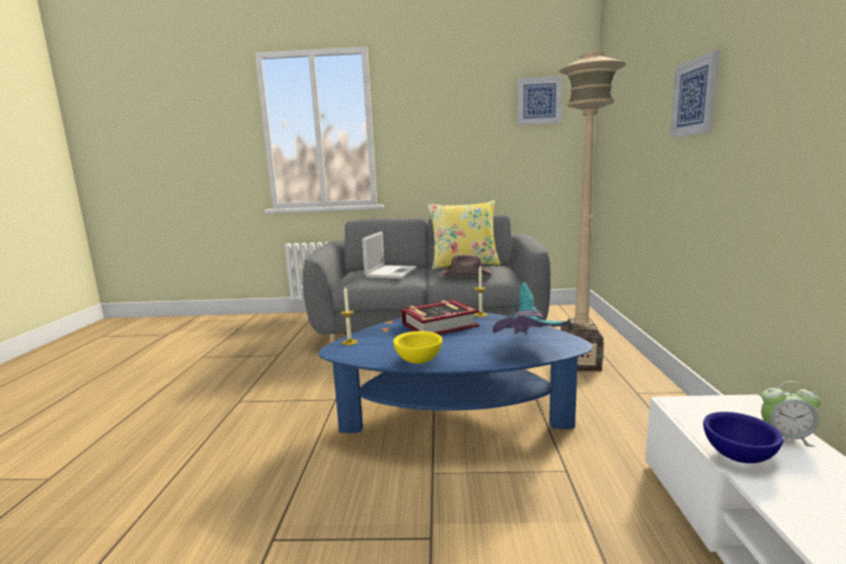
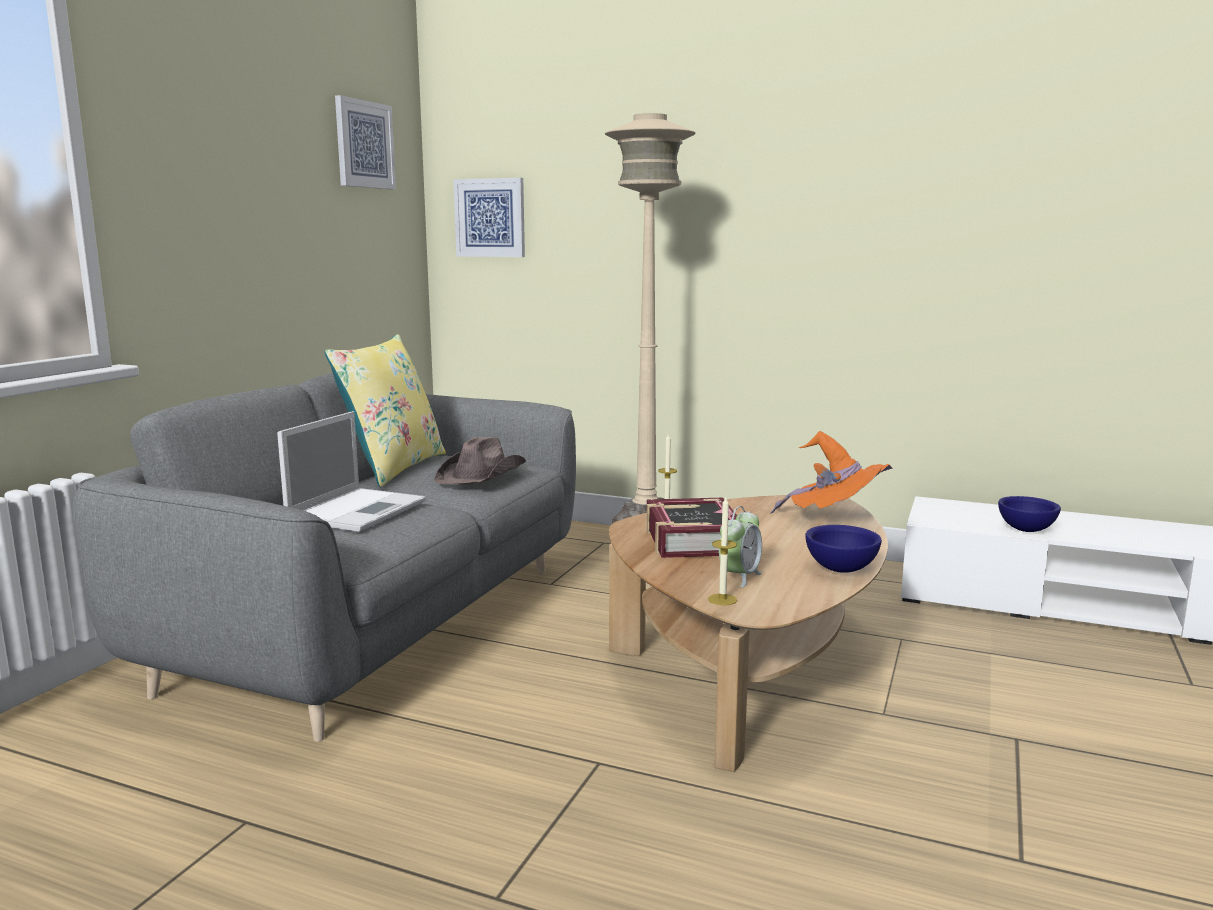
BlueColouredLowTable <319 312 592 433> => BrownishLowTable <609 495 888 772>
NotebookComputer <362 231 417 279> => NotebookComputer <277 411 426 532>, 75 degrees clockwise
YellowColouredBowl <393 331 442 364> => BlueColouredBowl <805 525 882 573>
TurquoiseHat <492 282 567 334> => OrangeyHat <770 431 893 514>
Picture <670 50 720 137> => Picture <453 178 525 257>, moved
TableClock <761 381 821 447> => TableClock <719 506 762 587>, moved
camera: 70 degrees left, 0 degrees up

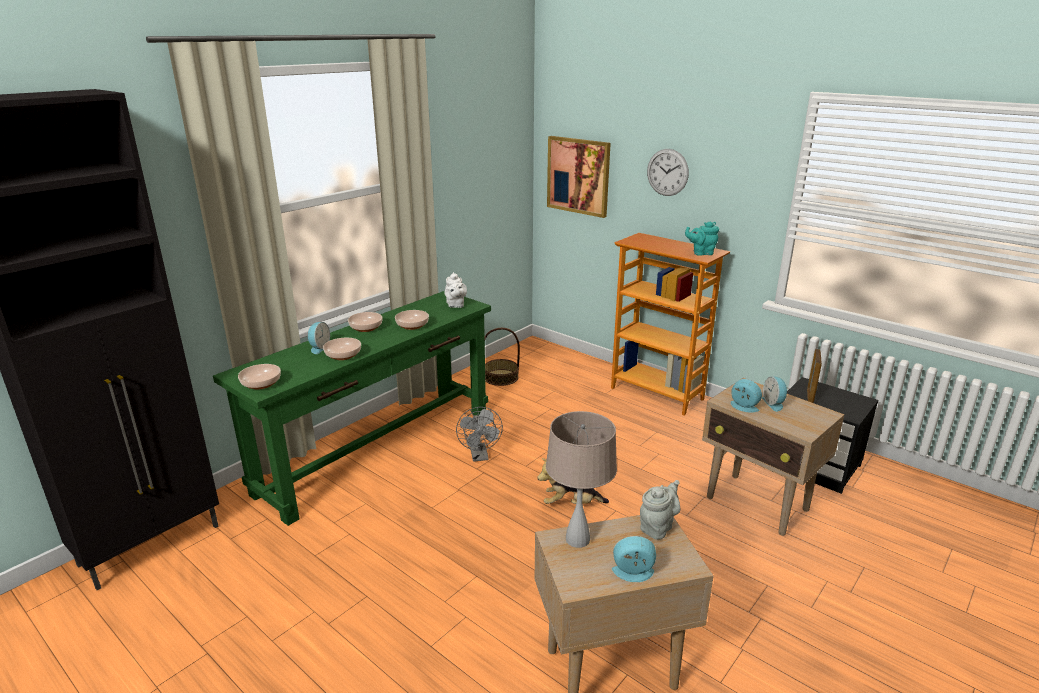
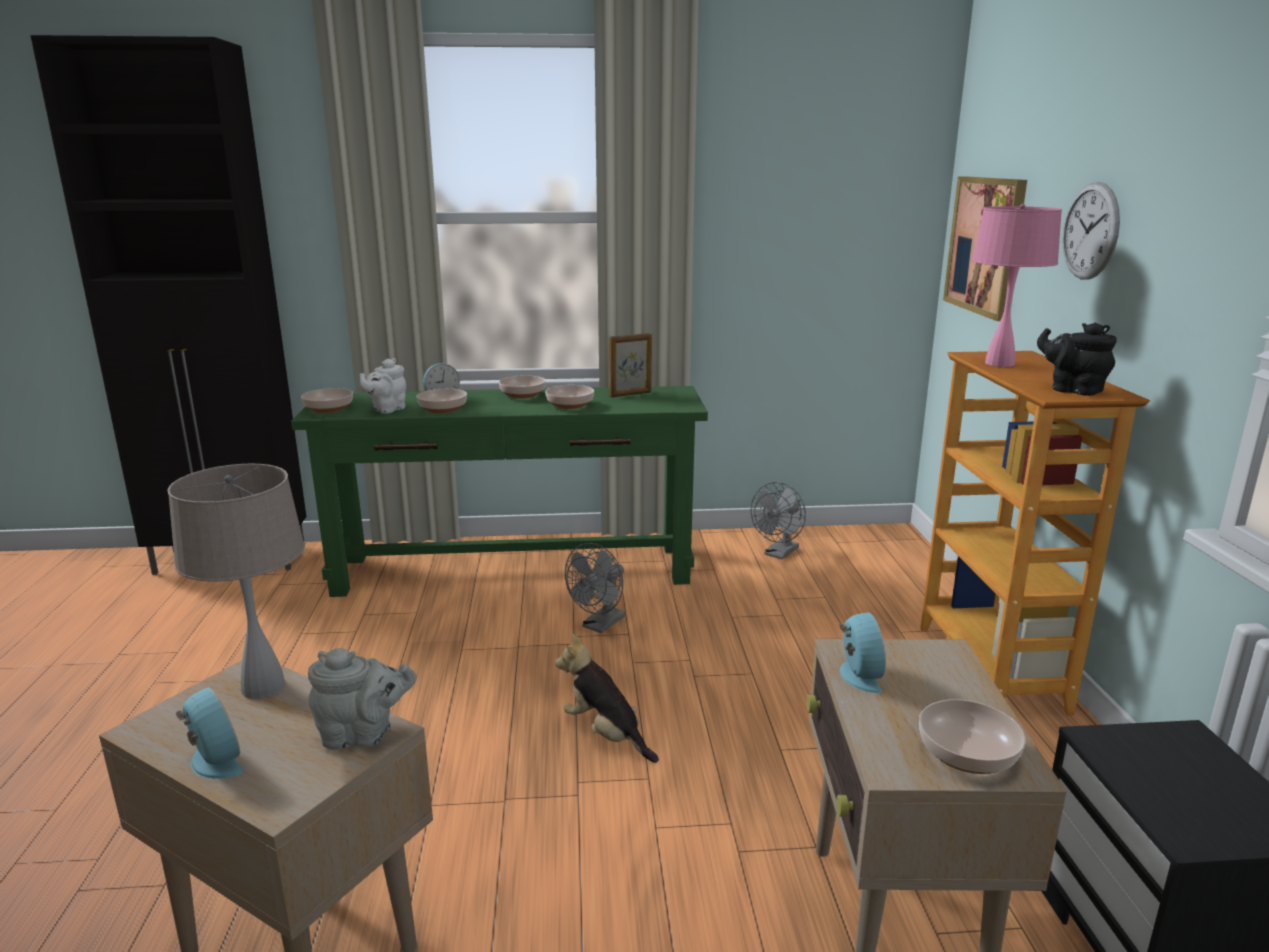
WhitishTeapot <444 272 467 308> => WhitishTeapot <360 358 406 413>, moved
Basket <485 328 520 386> => GrayCoolingFan <751 482 806 559>
TurquoiseTeapot <685 222 719 256> => BlackColouredTeapot <1037 322 1117 396>
TableClock <762 376 789 412> => nothing
StandingFrame <807 349 822 403> => StandingFrame <609 333 652 397>, moved
nothing => Bowl <919 699 1026 774>
nothing => PinkColouredTabletopLamp <972 204 1062 367>
camera: 45 degrees right, 5 degrees down

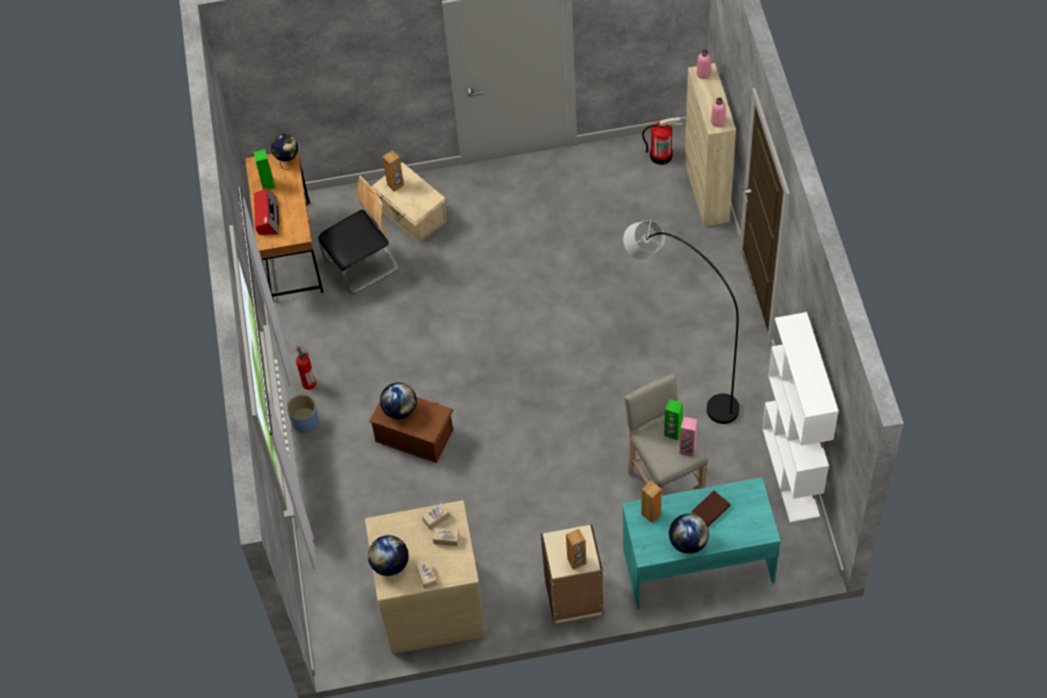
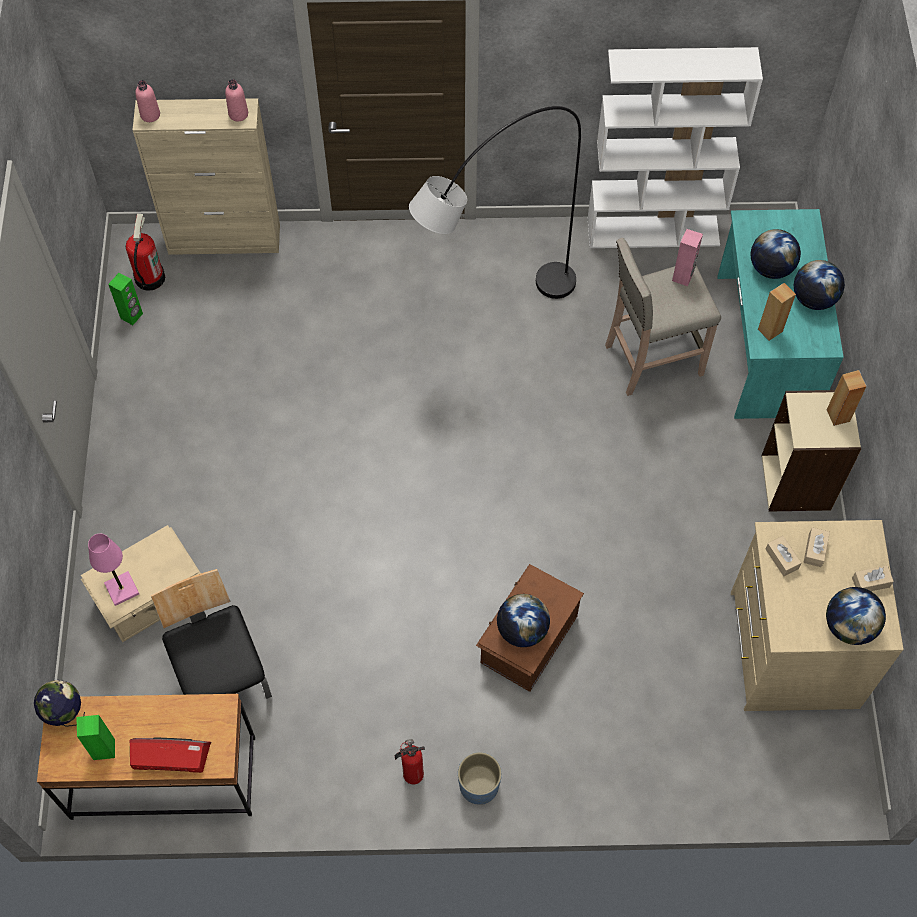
BrownishSpeaker <383 150 404 192> => PinkColouredTabletopLamp <88 533 139 606>
GreenishSpeaker <664 399 683 440> => GreenishSpeaker <108 273 143 325>, moved
BrownishBoundBook <692 491 731 527> => DeskGlobe <751 229 801 279>
camera: 85 degrees left, 5 degrees up

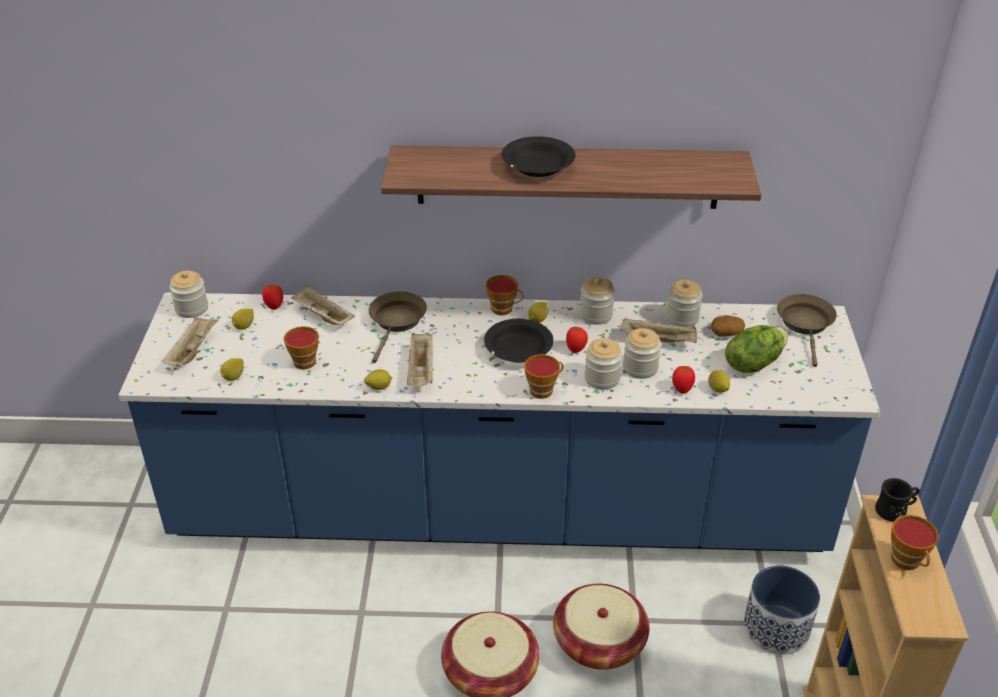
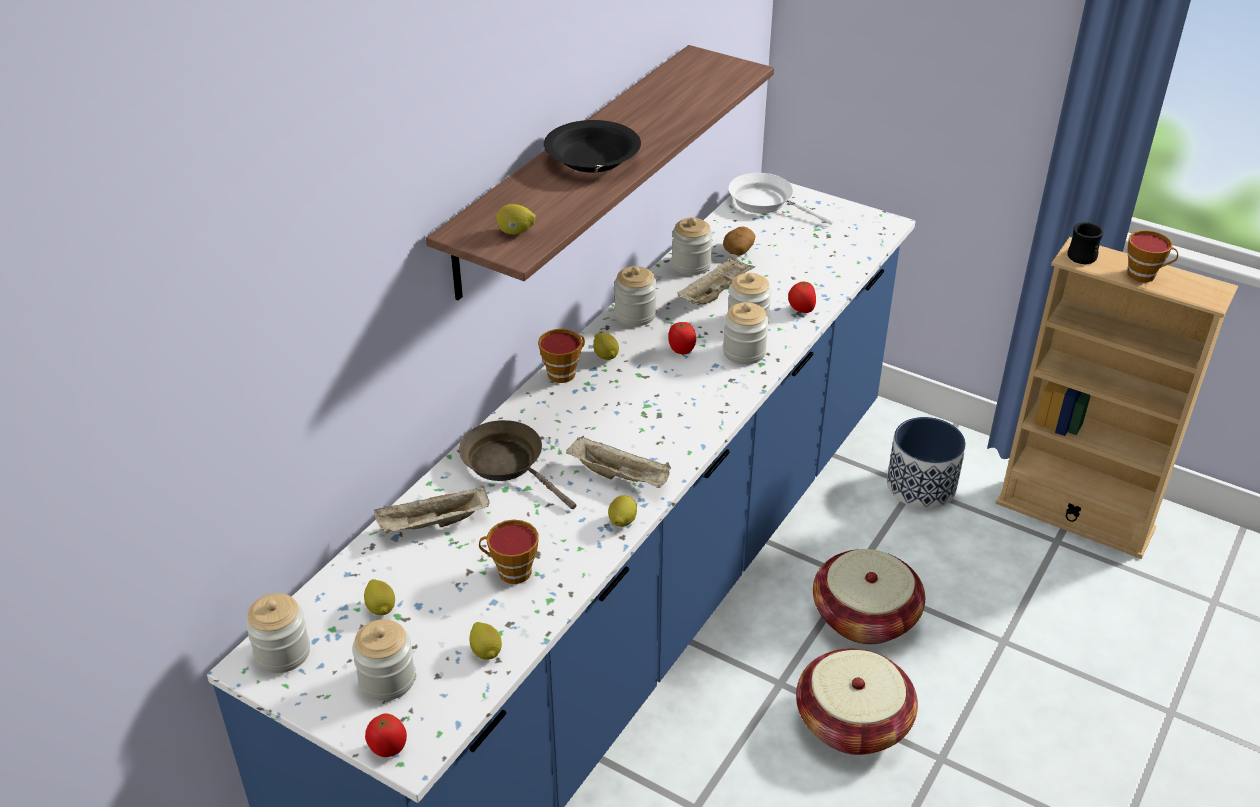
SandColouredTray <162 317 218 367> => StorageJar <352 619 415 701>
Tomato <262 285 283 310> => Tomato <365 714 407 757>, moved
BlackColouredBowl <484 319 554 363> => nothing
DrinkingCup <524 354 563 399> => nothing
WholeLemon <708 370 730 393> => WholeLemon <496 204 536 235>, moved
HeadOfLettuce <725 325 788 373> => nothing
BrownishFryingPan <777 294 837 367> => WhitishFryingPan <728 173 833 225>
camera: 60 degrees left, 0 degrees up

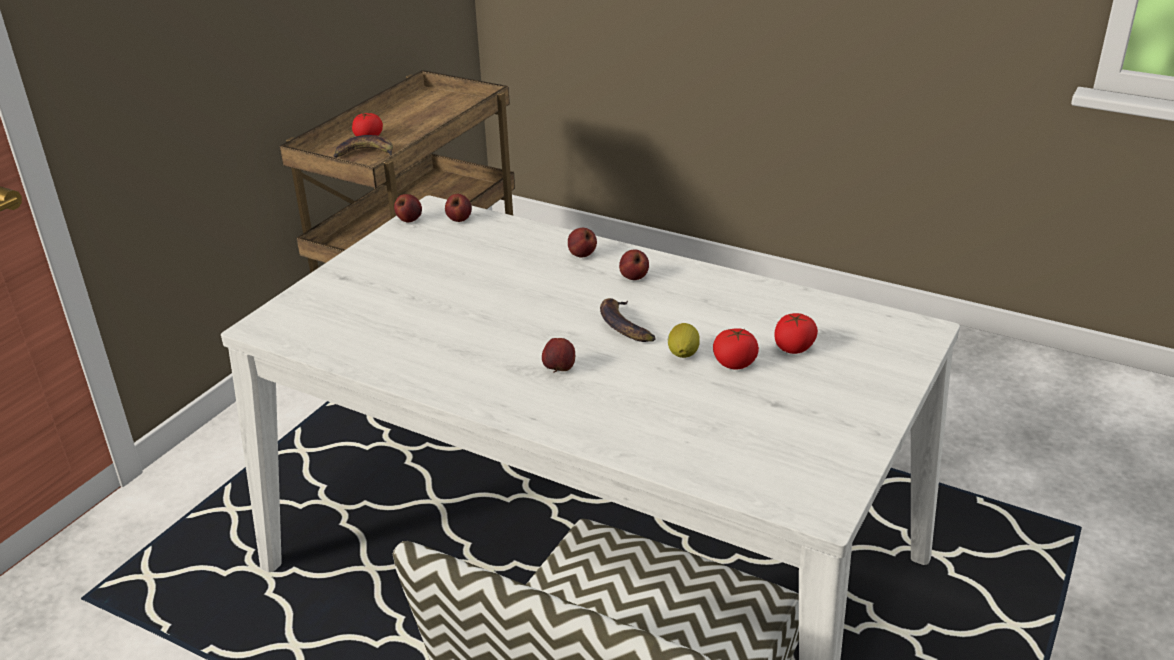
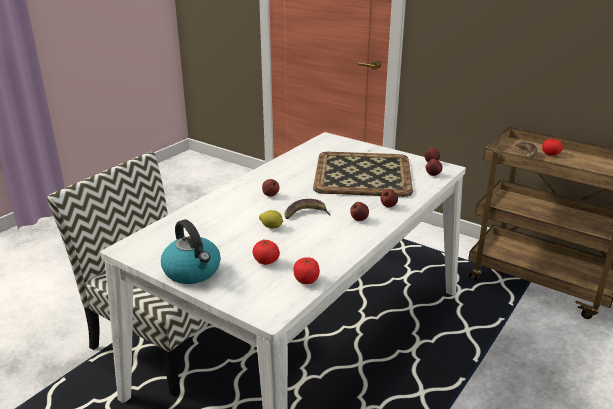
Tomato <713 328 759 370> => Tomato <293 258 320 284>, moved
nothing => WaterKettle <161 219 221 284>
nothing => Tray <313 152 413 197>
camera: 95 degrees right, 5 degrees down

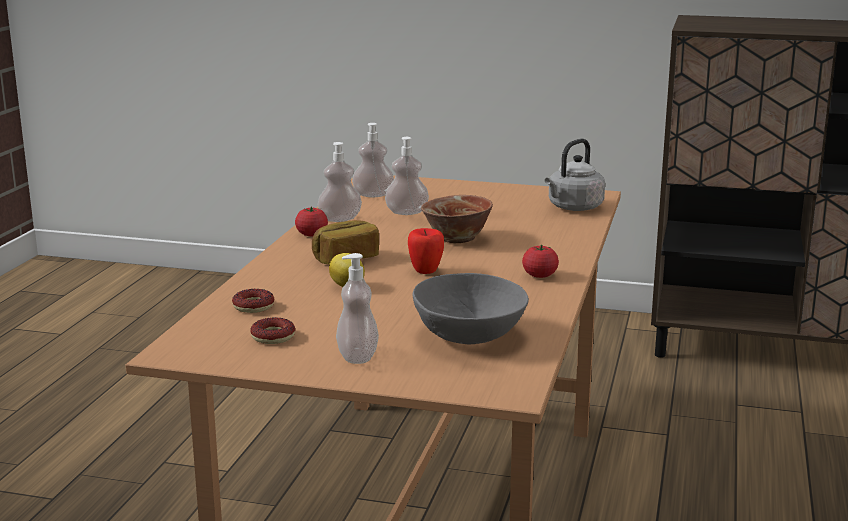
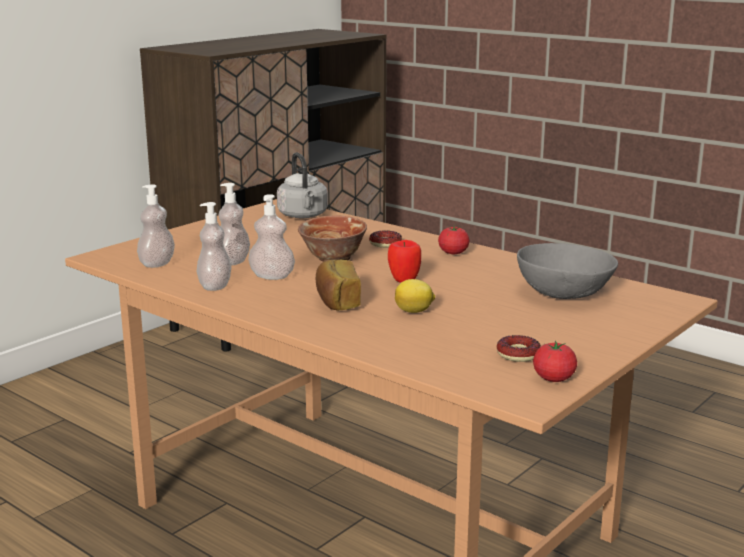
RingDoughnut <232 289 274 313> => RingDoughnut <369 230 402 248>, moved
Tomato <295 207 328 236> => Tomato <533 341 577 382>, moved
SoapBottle <336 253 379 364> => SoapBottle <248 194 295 280>, moved
camera: 65 degrees left, 0 degrees up

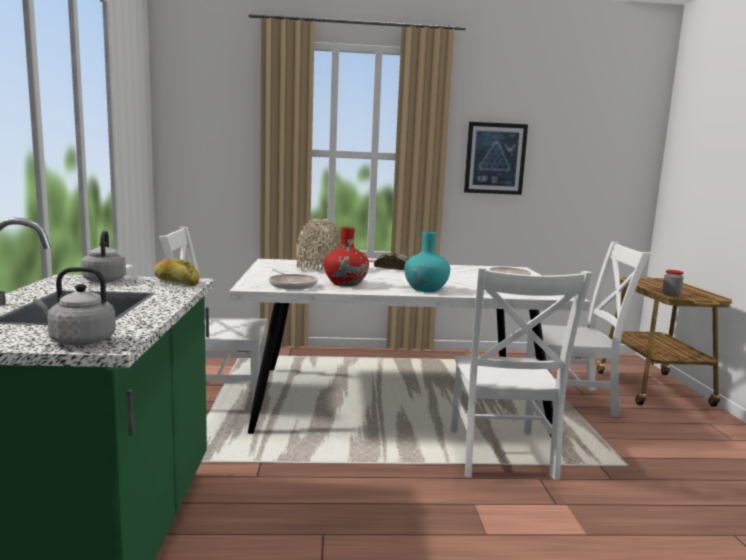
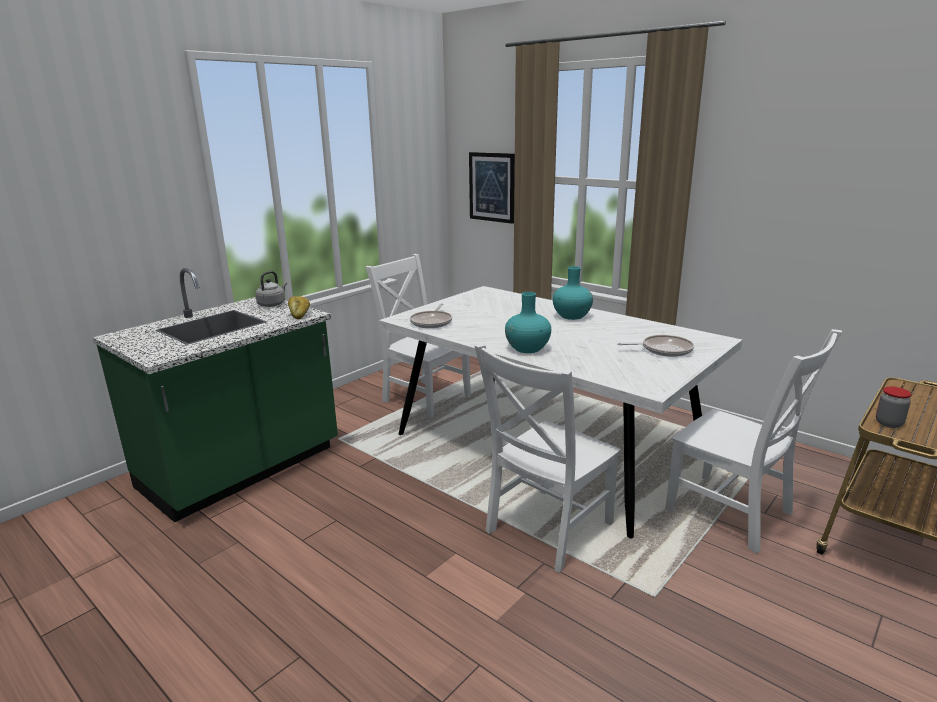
GrayWaterKettle <33 267 116 346> => nothing
SandColouredDecorativeVase <296 219 341 272> => nothing
ReddishDecorativeVase <324 227 369 286> => nothing
BakedBread <374 253 409 270> => TurquoiseDecorativeVase <553 266 593 320>
Picture <464 122 528 195> => Picture <469 152 515 224>, moved
camera: 45 degrees right, 10 degrees up

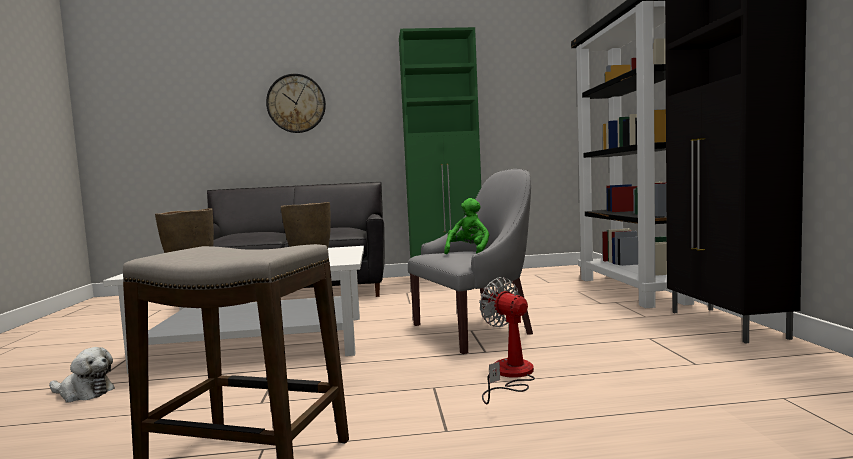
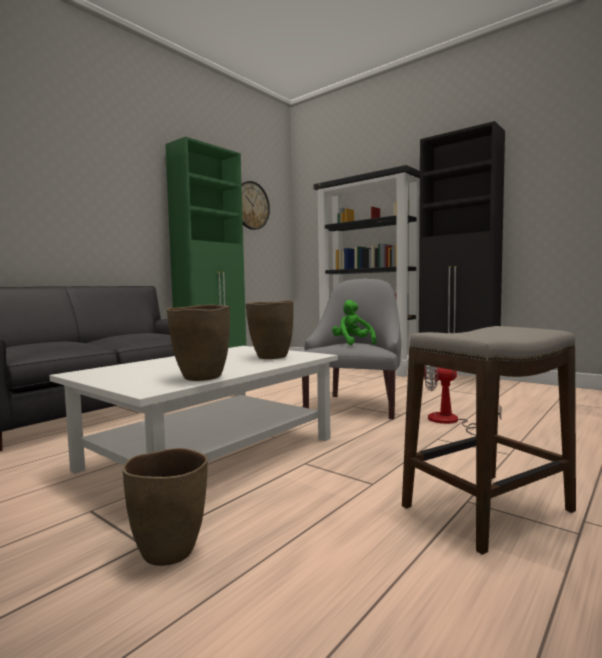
SoftToy <49 347 115 403> => BrownishDecorativeVase <123 448 208 566>
HangingClock <266 74 326 133> => HangingClock <242 181 270 230>, moved
camera: 45 degrees left, 0 degrees up

